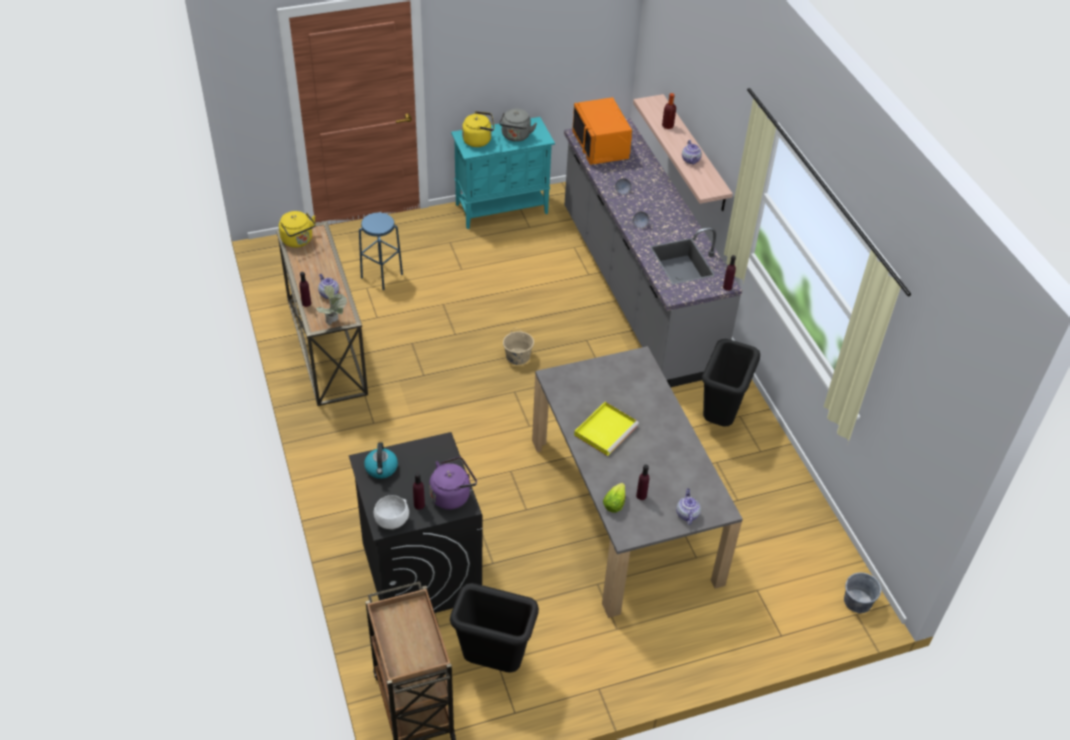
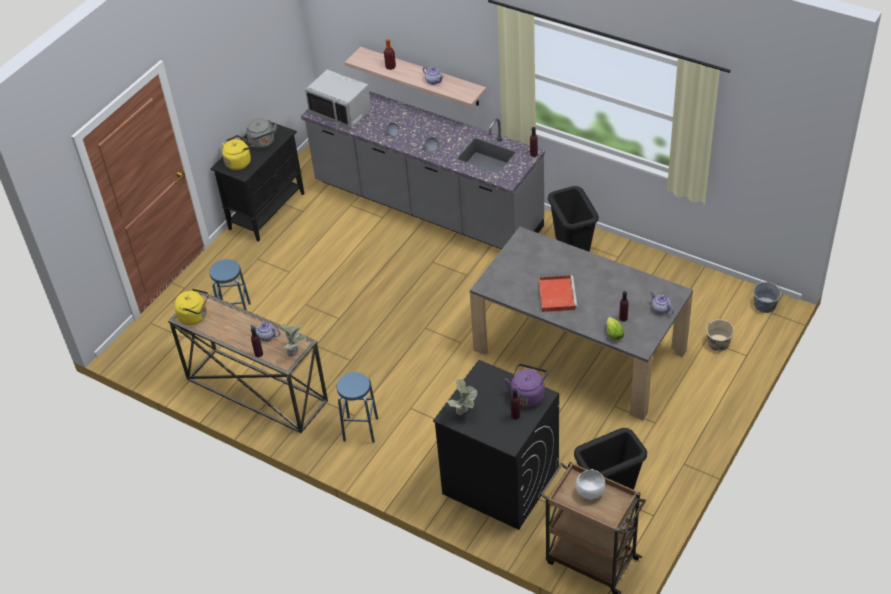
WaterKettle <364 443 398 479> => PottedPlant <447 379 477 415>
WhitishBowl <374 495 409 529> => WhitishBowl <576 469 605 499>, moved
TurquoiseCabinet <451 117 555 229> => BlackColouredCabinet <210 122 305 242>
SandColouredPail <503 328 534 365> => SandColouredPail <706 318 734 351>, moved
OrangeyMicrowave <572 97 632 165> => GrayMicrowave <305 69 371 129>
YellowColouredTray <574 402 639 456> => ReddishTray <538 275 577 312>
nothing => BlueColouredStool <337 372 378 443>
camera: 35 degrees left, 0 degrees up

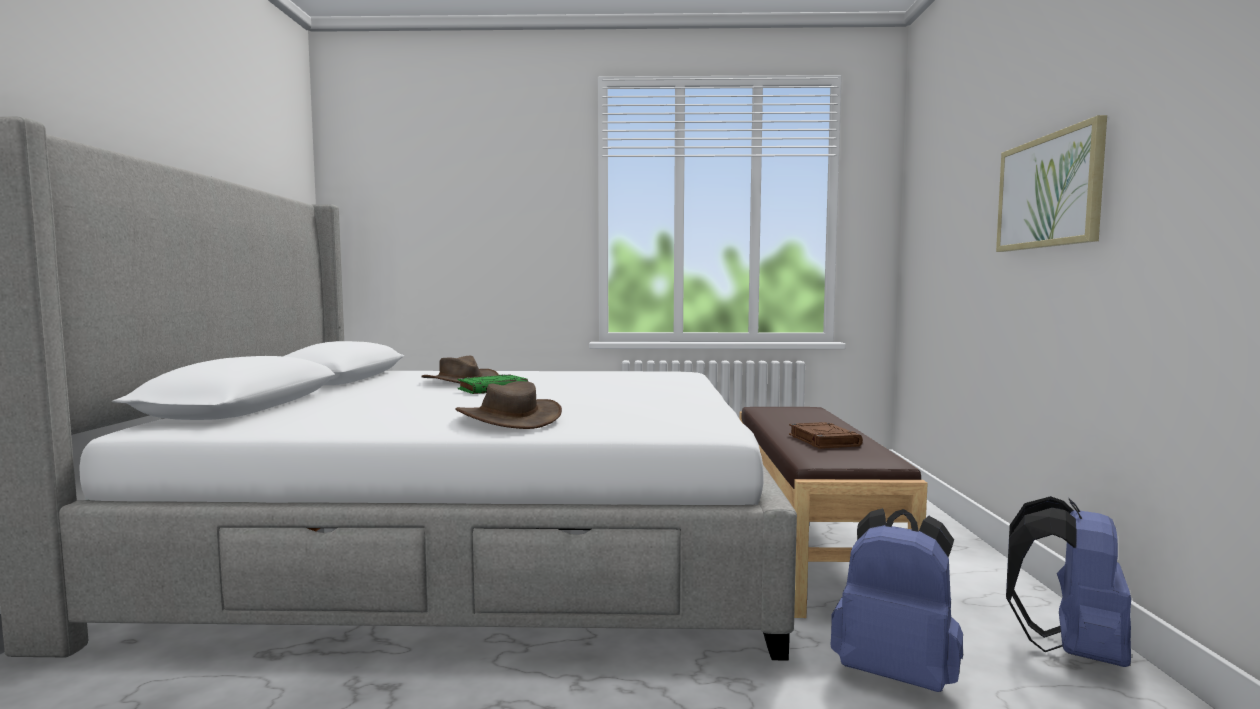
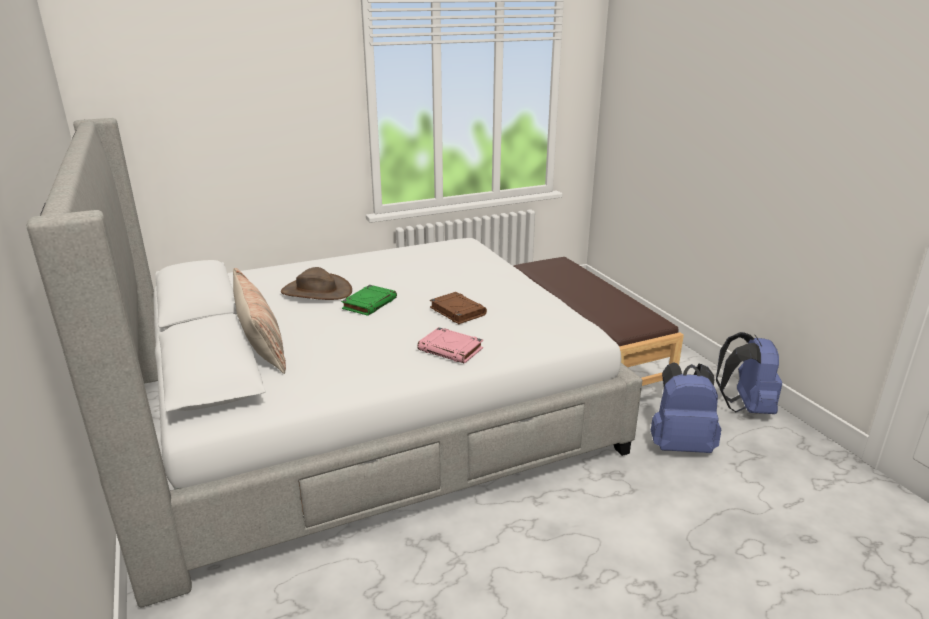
BrownishHat <455 381 562 429> => PinkColouredBoundBook <417 327 483 364>
BrownishBoundBook <789 422 863 449> => BrownishBoundBook <430 292 487 324>, moved
Picture <996 115 1107 252> => nothing
nothing => Cushion <233 268 286 374>
camera: 25 degrees left, 20 degrees up

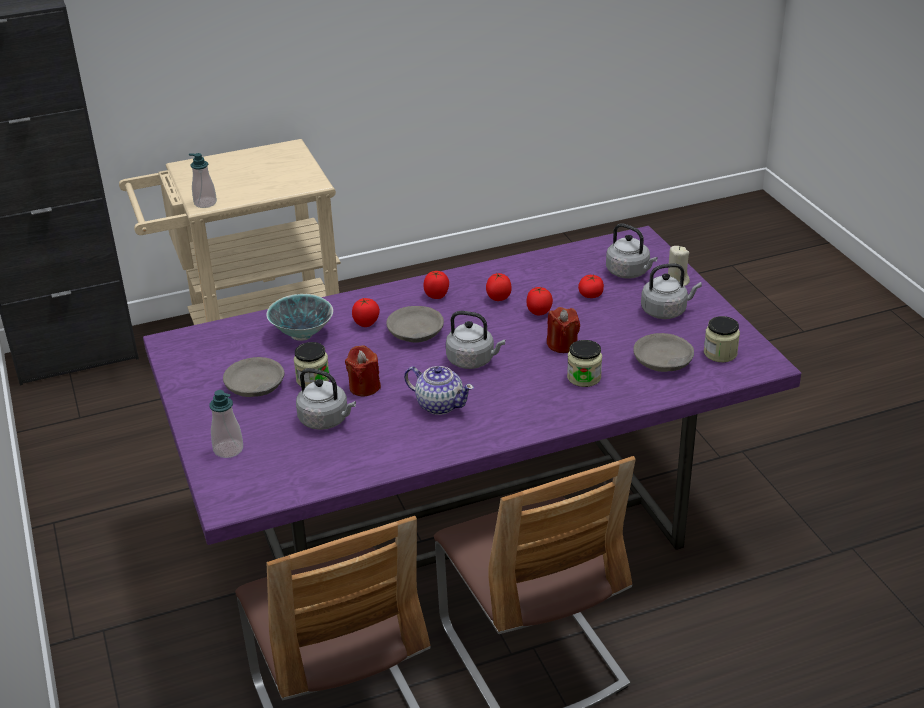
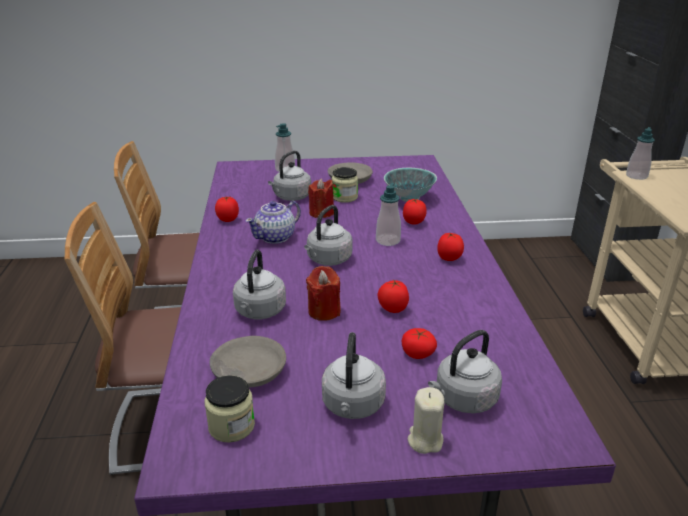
GrayBowl <386 306 444 343> => SoapBottle <376 183 401 246>
Tomato <486 272 512 301> => Tomato <215 196 239 222>, moved
StorageJar <567 340 602 387> => GrayWaterKettle <233 250 286 319>
camera: 105 degrees right, 5 degrees down

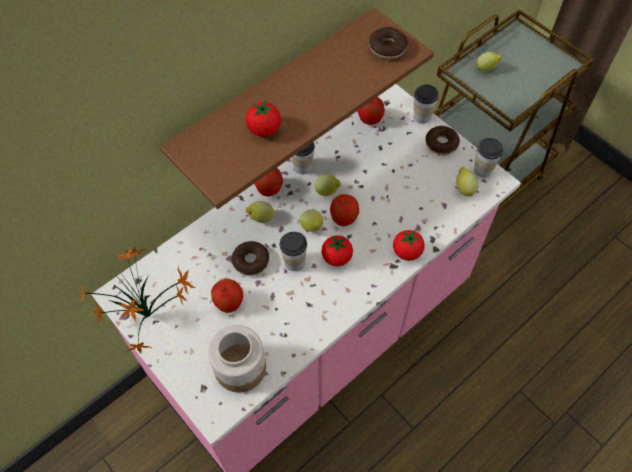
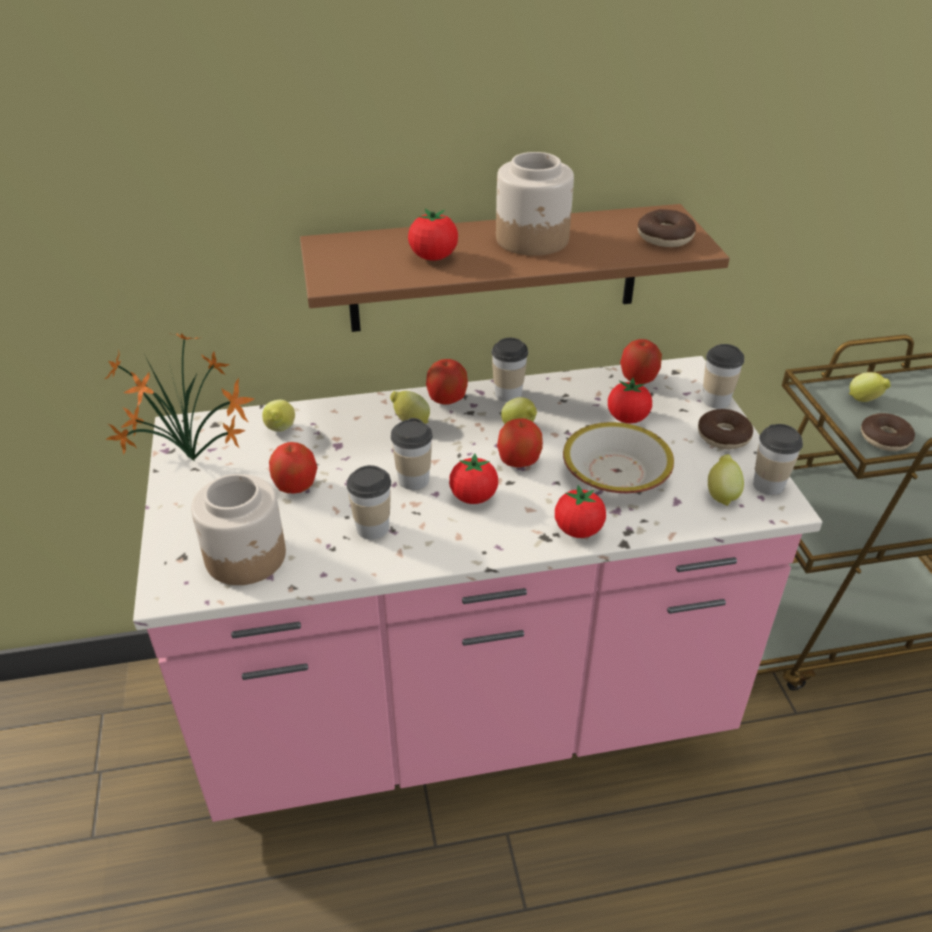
RingDoughnut <232 241 269 276> => RingDoughnut <861 413 915 451>, moved
WholeLemon <300 209 323 232> => WholeLemon <262 400 295 432>, moved
nothing => DrinkingCup <347 465 391 540>
nothing => StorageJar <496 152 574 256>
nothing => Bowl <563 422 674 493>
nothing => Tomato <608 378 652 423>
camera: 30 degrees right, 20 degrees down

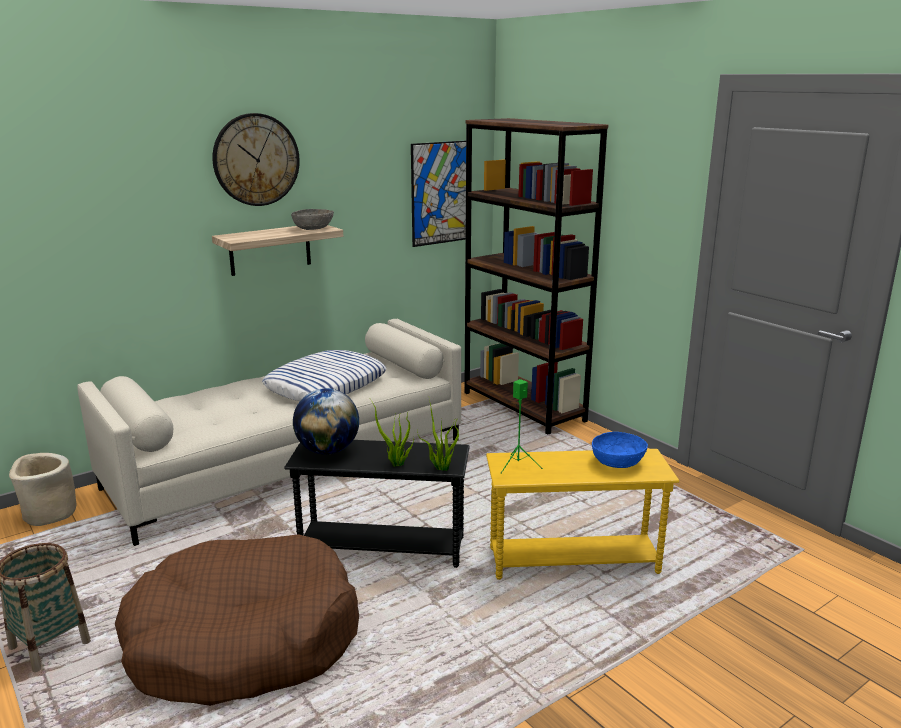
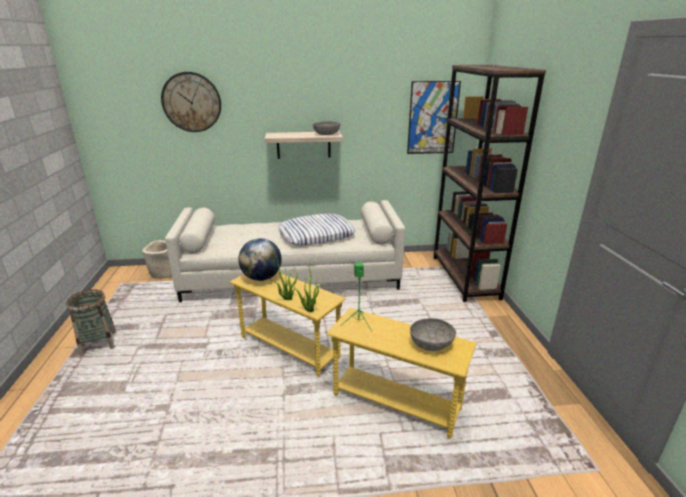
BrownishDogBed <115 534 359 706> => nothing
HangingClock <212 113 300 206> => HangingClock <161 72 221 132>, moved
BlackColouredEndTable <284 440 470 568> => YellowColouredEndTable <230 272 346 377>
BlueColouredBowl <592 432 648 468> => GrayBowl <410 318 456 351>
camera: 30 degrees right, 5 degrees up

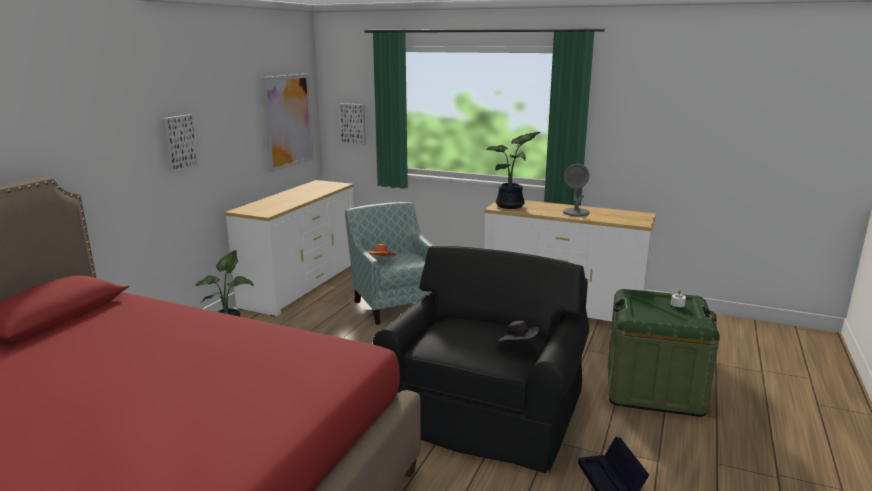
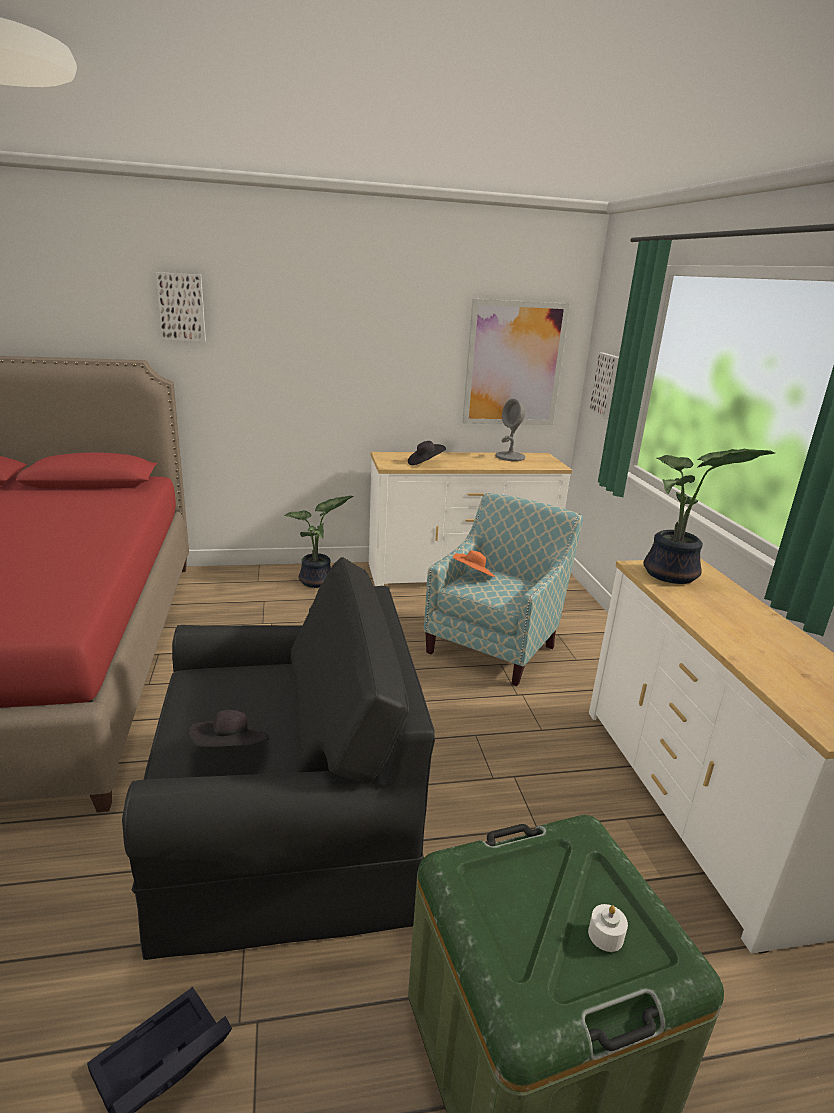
Picture <162 114 199 172> => Picture <156 272 206 342>, moved
GrayTabletopLamp <563 163 590 217> => GrayTabletopLamp <496 399 525 461>, moved
nothing => BlackColouredHat <408 441 446 465>
camera: 55 degrees right, 5 degrees up

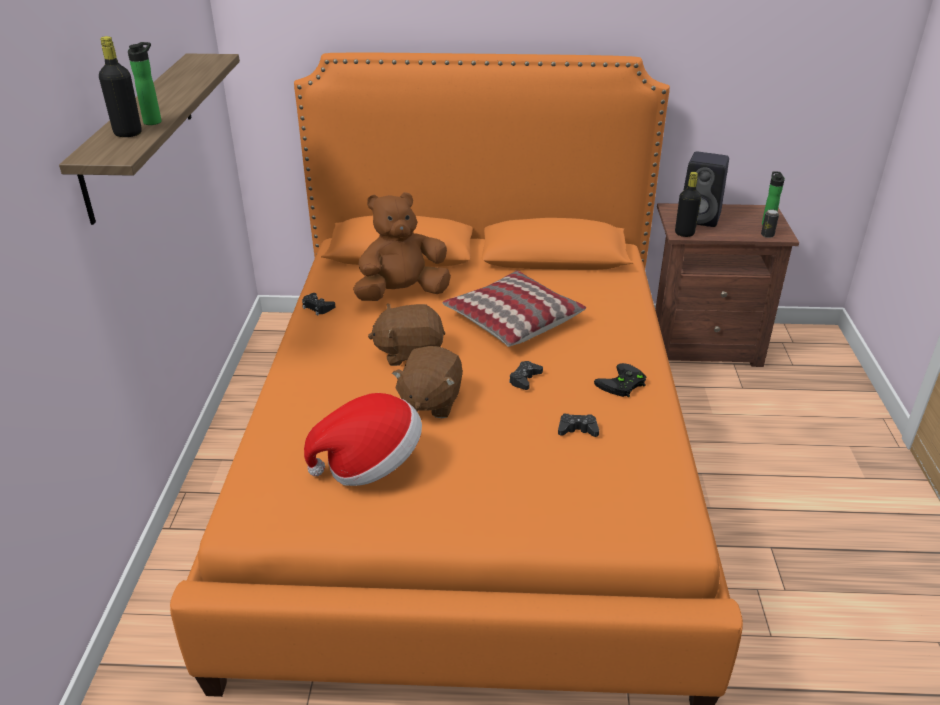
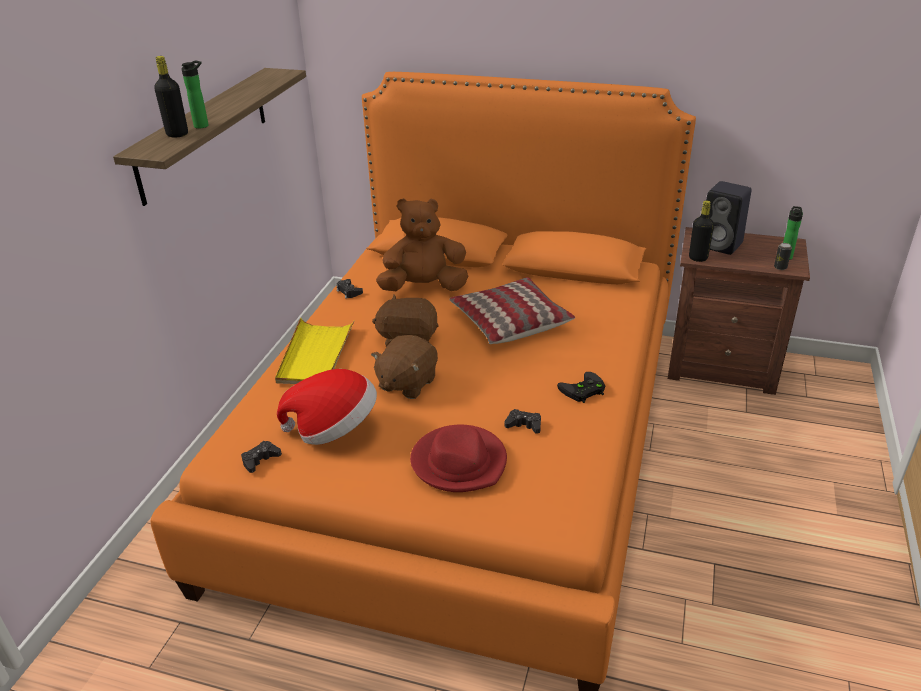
BlackColouredJoypad <509 361 543 390> => BlackColouredJoypad <241 441 282 473>, moved
nothing => YellowColouredTray <275 318 355 384>
nothing => ReddishHat <410 425 507 492>
camera: 15 degrees right, 0 degrees up

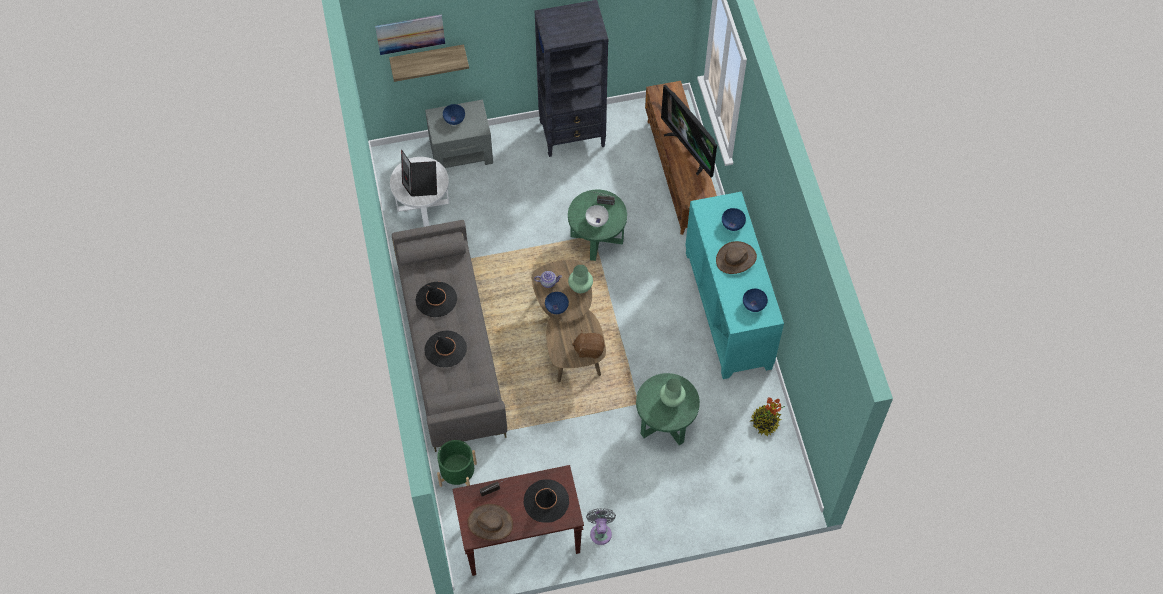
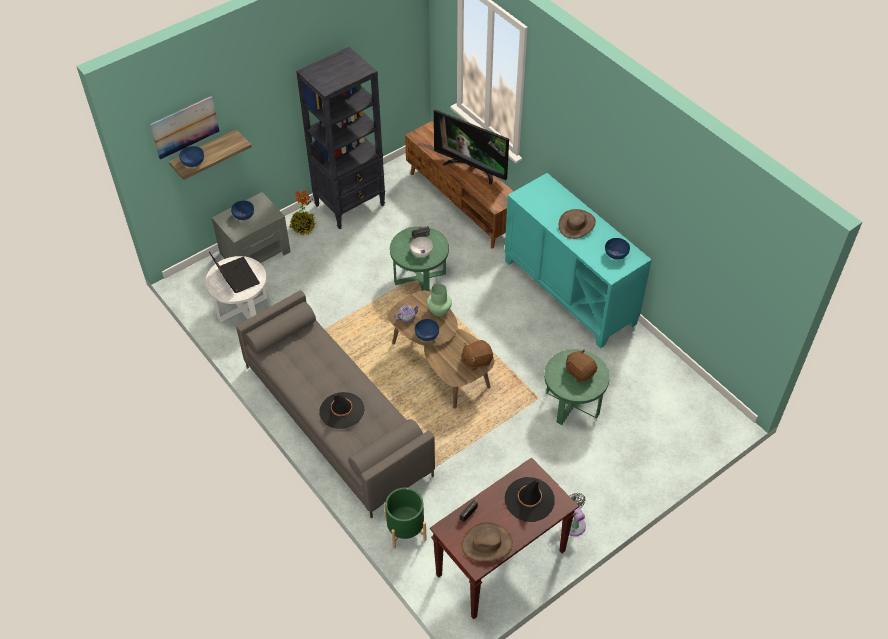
BlackColouredHat <416 282 457 317> => nothing
GreenishDecorativeVase <660 378 686 407> => BrownishSoftToy <566 349 597 382>
BlueColouredBowl <722 208 746 231> => BlueColouredBowl <179 146 204 167>, moved
PottedPlant <750 397 785 436> => PottedPlant <290 190 315 235>, moved
camera: 25 degrees left, 10 degrees down

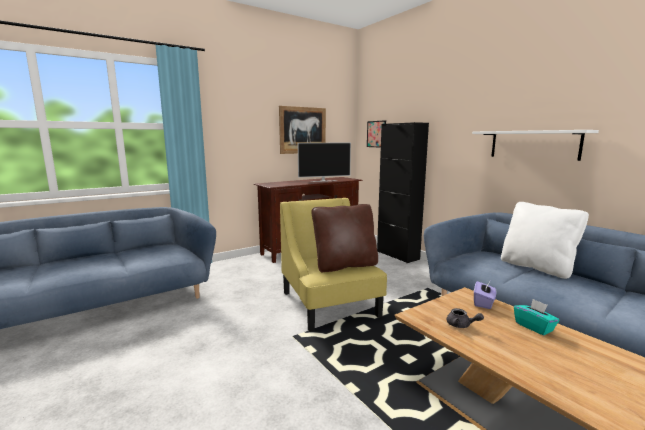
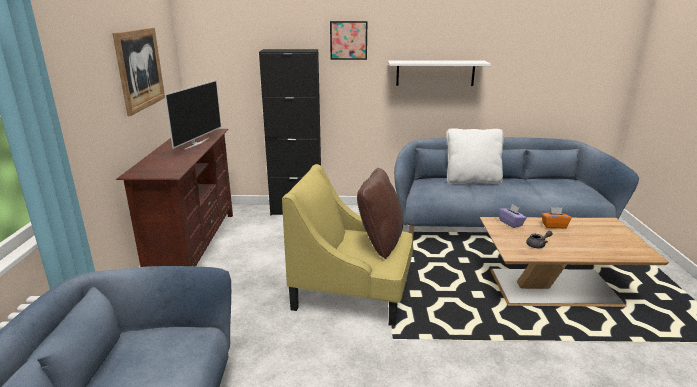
Picture <367 120 386 148> => Picture <330 21 367 60>, moved
TurquoiseTissueBox <514 299 560 336> => OrangeyTissueBox <541 207 572 229>
camera: 55 degrees left, 10 degrees up

